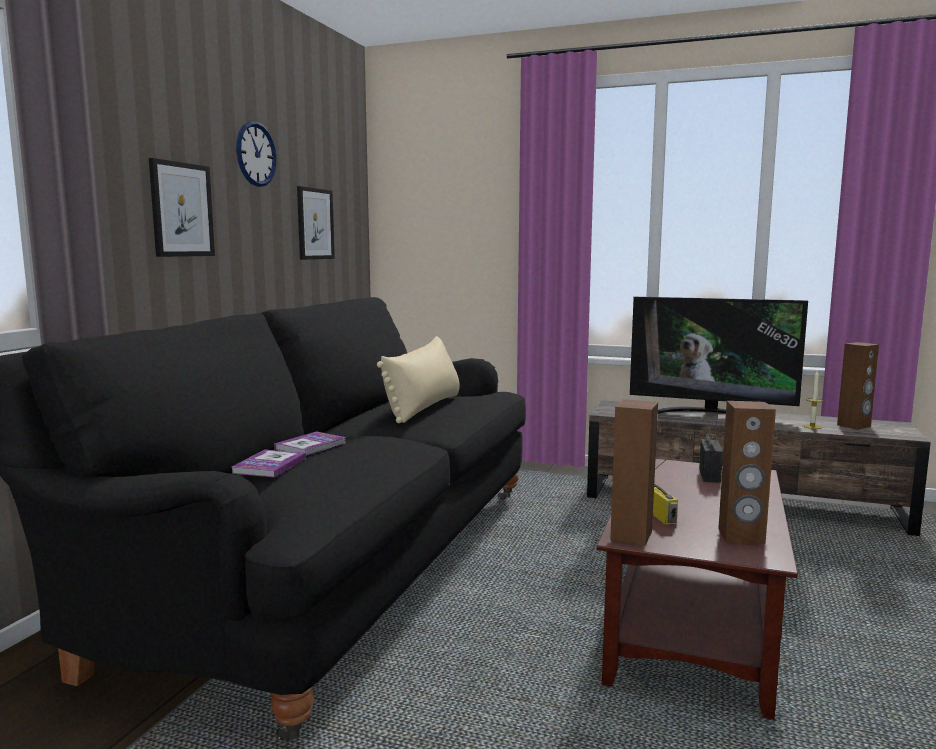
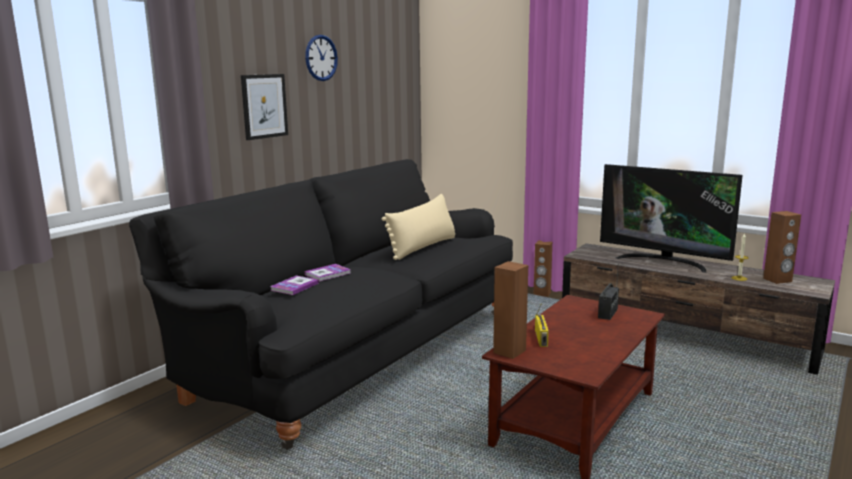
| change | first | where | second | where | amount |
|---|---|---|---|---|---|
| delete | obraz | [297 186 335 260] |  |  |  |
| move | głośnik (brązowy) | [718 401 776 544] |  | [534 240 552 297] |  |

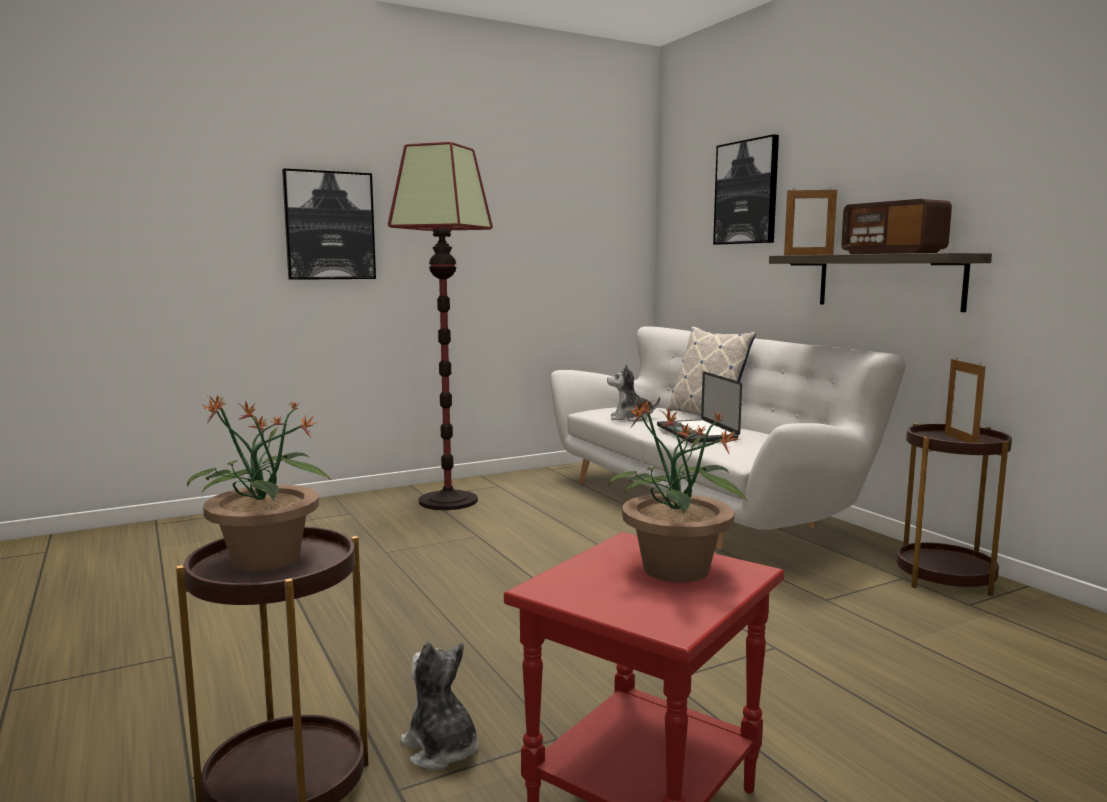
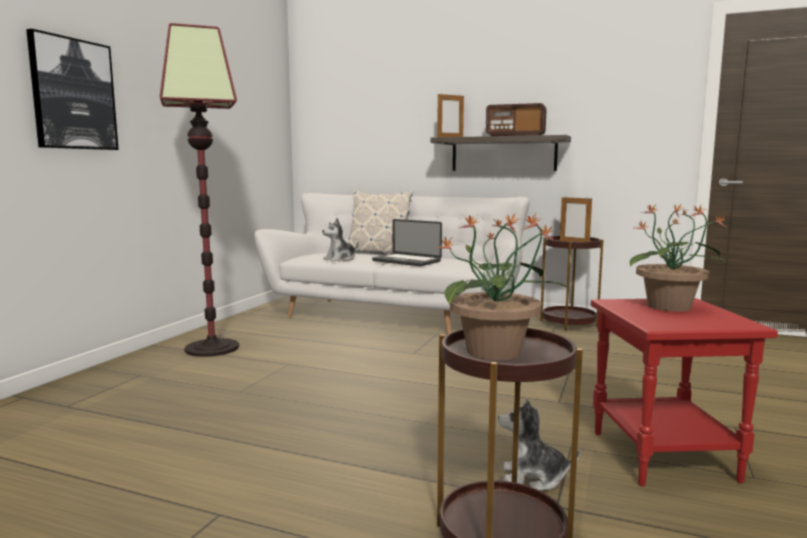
| change | first | where | second | where | amount |
|---|---|---|---|---|---|
| delete | obraz | [713 134 779 245] |  |  |  |

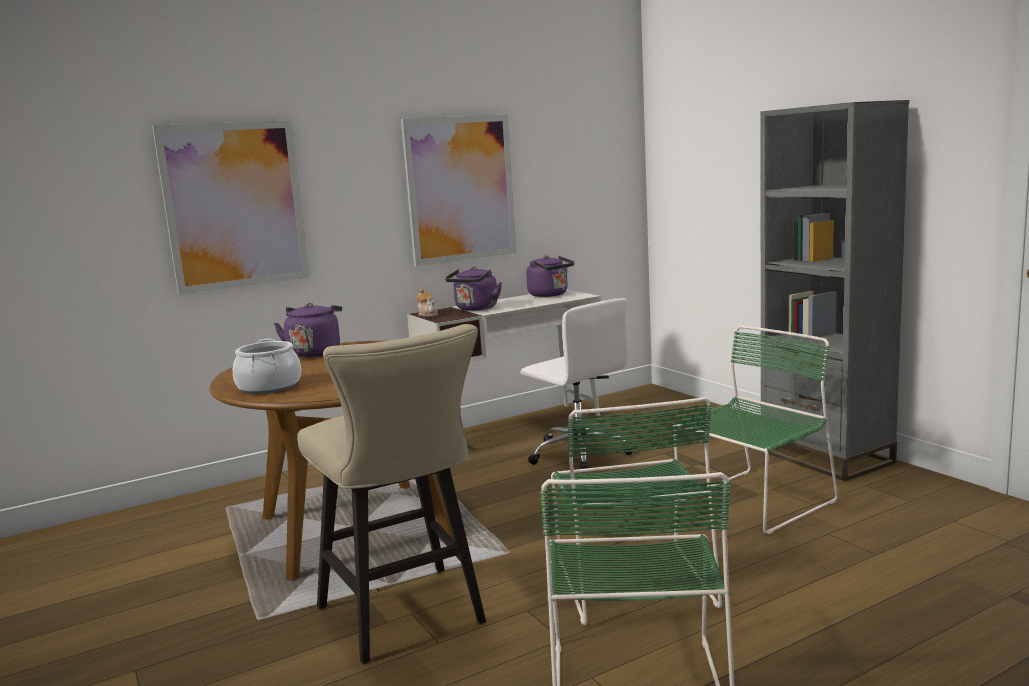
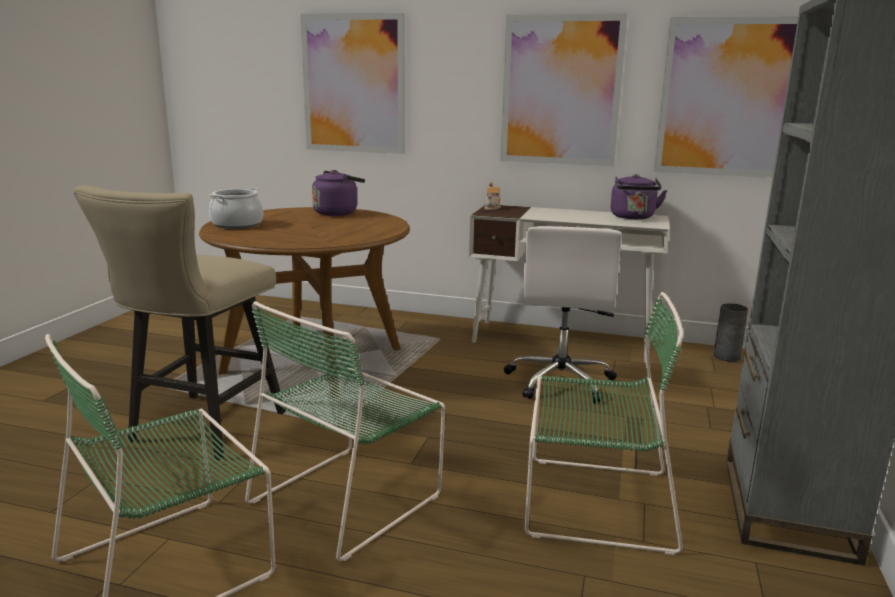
| change | first | where | second | where | amount |
|---|---|---|---|---|---|
| delete | czajnik (fioletowy) | [445 267 502 311] |  |  |  |
| insert |  |  | obraz | [654 16 798 178] |  |
| insert |  |  | wazon (szary) | [714 304 748 362] |  |

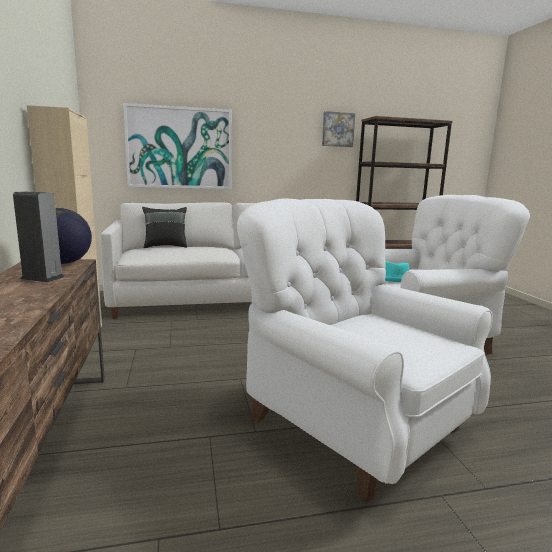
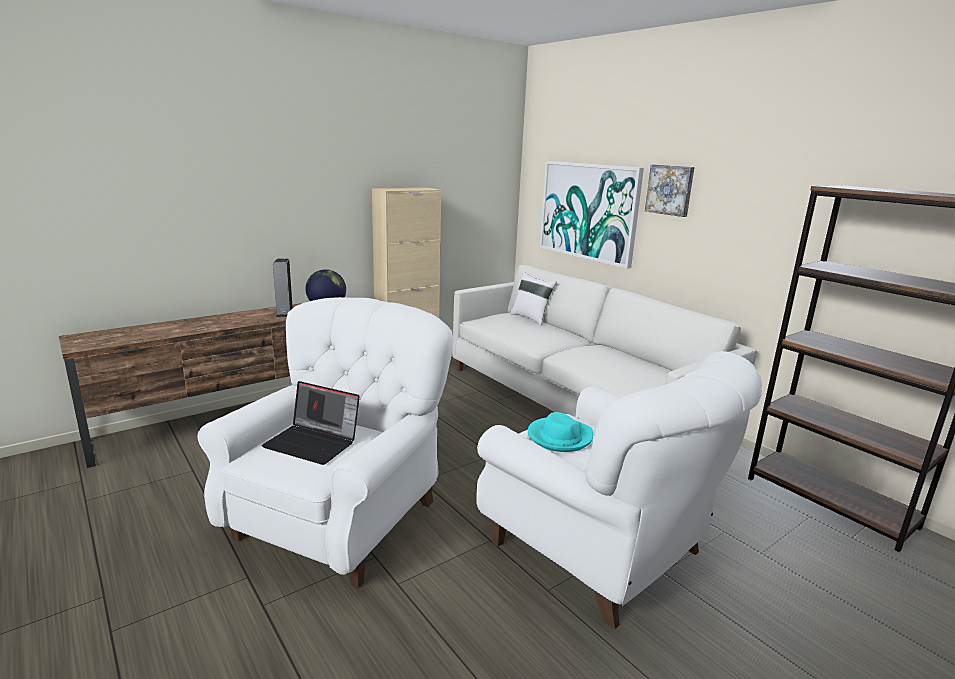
| change | first | where | second | where | amount |
|---|---|---|---|---|---|
| recolor | poduszka (czarny) | [142 207 187 248] | poduszka (biały) | [510 272 557 325] |  |
| move | obraz | [322 111 355 147] |  | [645 164 694 217] |  |
| insert |  |  | laptop | [262 381 360 465] |  |

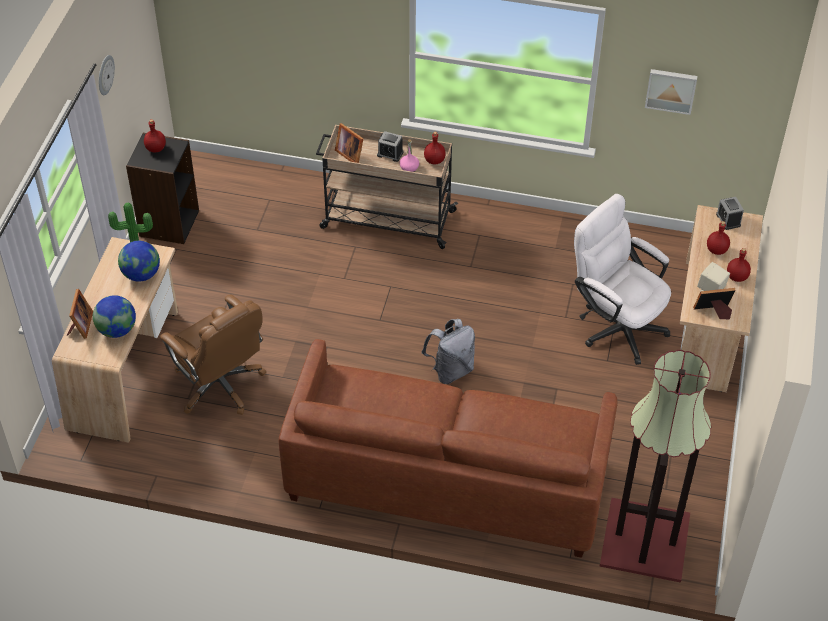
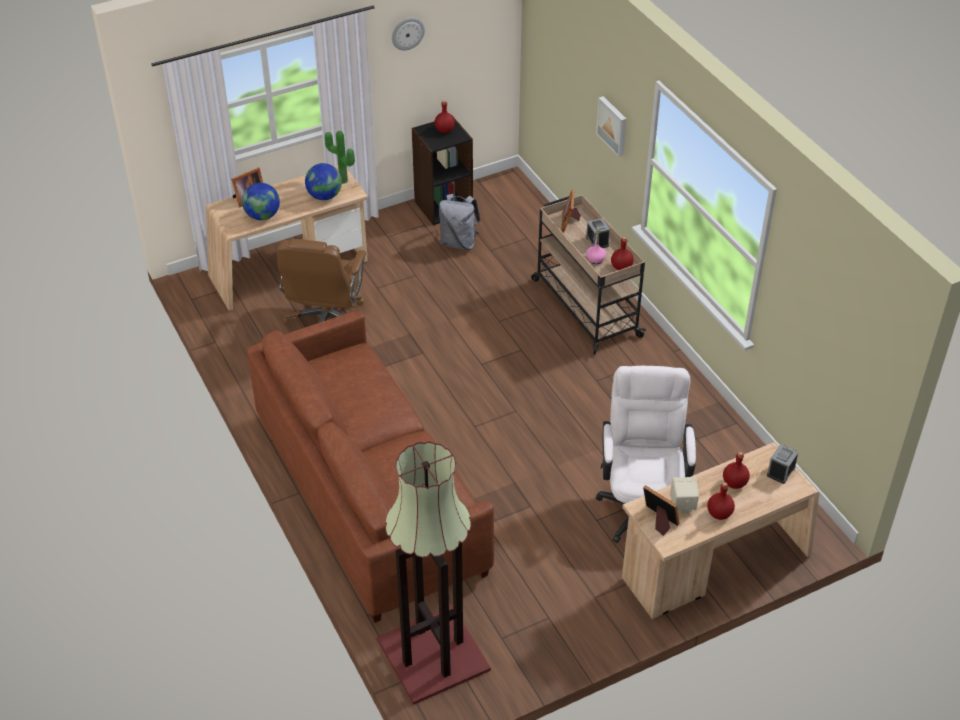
| change | first | where | second | where | amount |
|---|---|---|---|---|---|
| move | plecak (szary) | [422 319 475 384] |  | [439 194 481 250] |  |
| move | obraz | [645 69 698 115] |  | [596 96 627 157] |  |

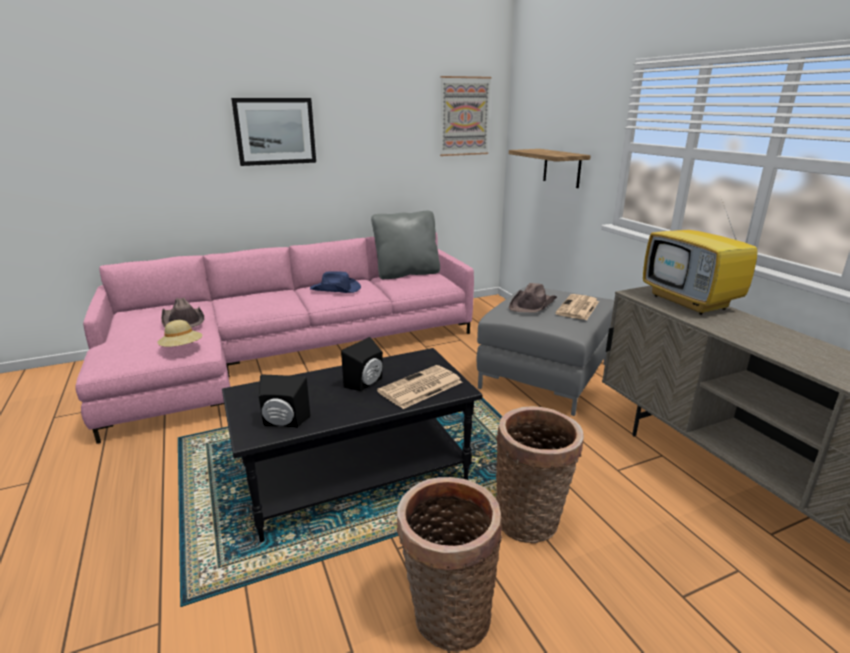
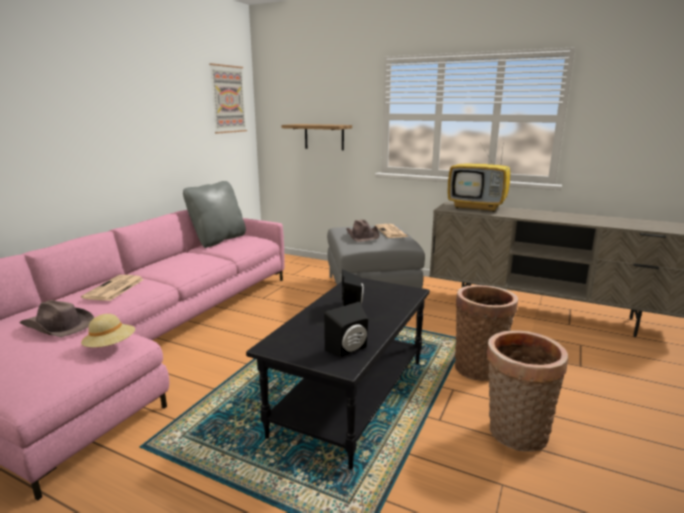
| change | first | where | second | where | amount |
|---|---|---|---|---|---|
| delete | obraz | [231 98 316 166] |  |  |  |
| delete | kapelusz (niebieski) | [310 271 361 293] |  |  |  |
| move | gazeta | [377 365 462 409] |  | [81 275 144 301] |  |

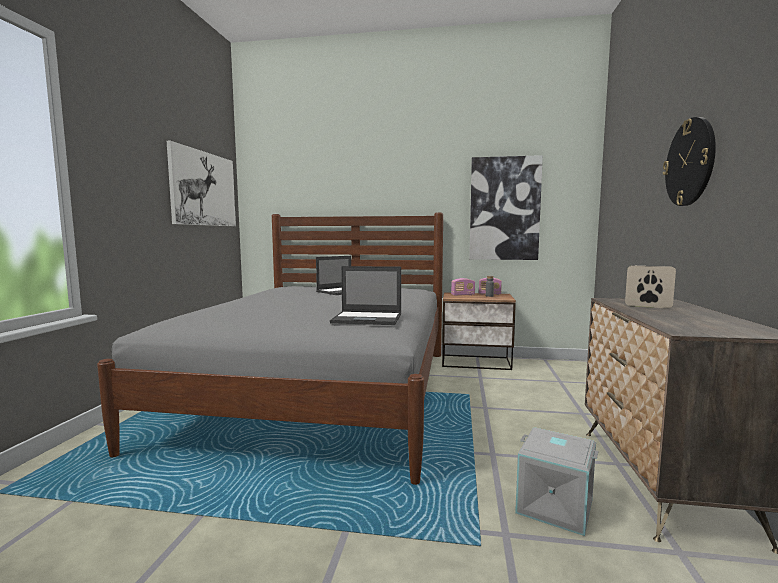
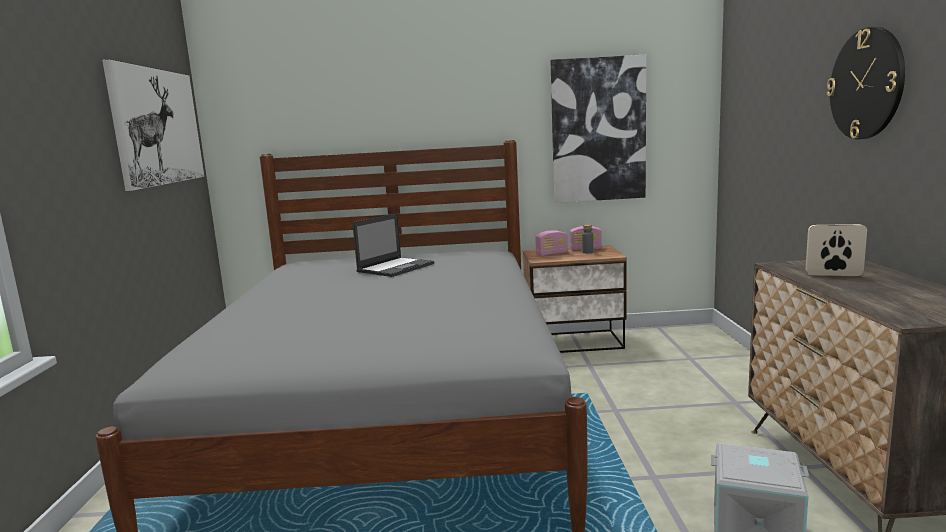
| change | first | where | second | where | amount |
|---|---|---|---|---|---|
| delete | laptop | [330 266 401 325] |  |  |  |

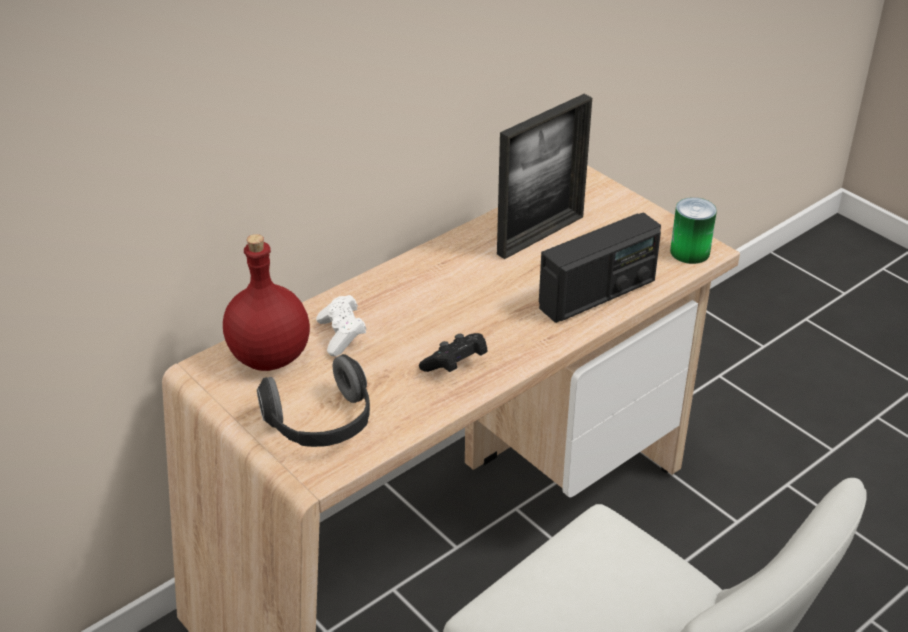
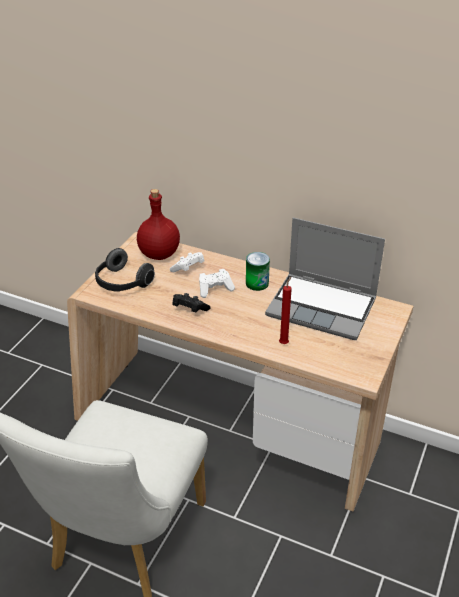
| change | first | where | second | where | amount |
|---|---|---|---|---|---|
| replace | ramka na zdjęcie | [497 94 592 259] | laptop | [265 218 385 340] |  |
| replace | radio | [539 213 661 323] | świeca (czerwony) | [279 277 292 344] |  |
| move | puszka | [670 197 717 264] |  | [246 252 270 291] |  |
| insert |  |  | pad do gier (biały) | [199 269 235 298] |  |

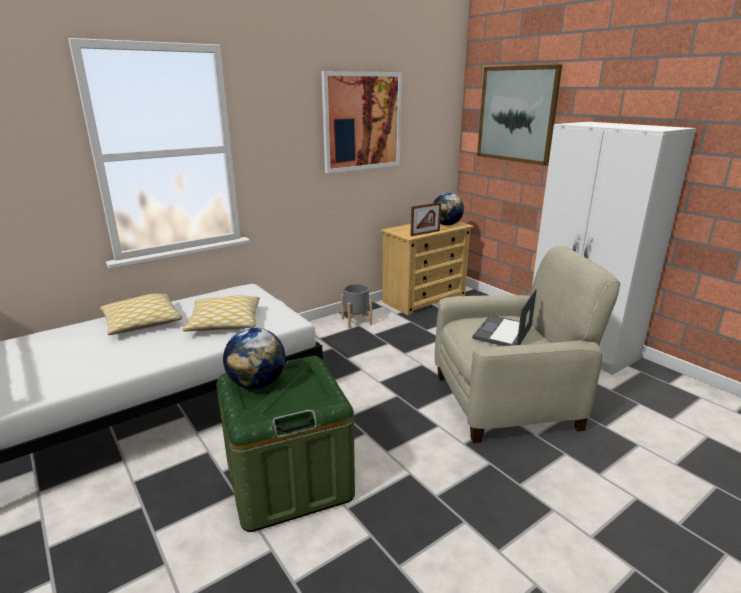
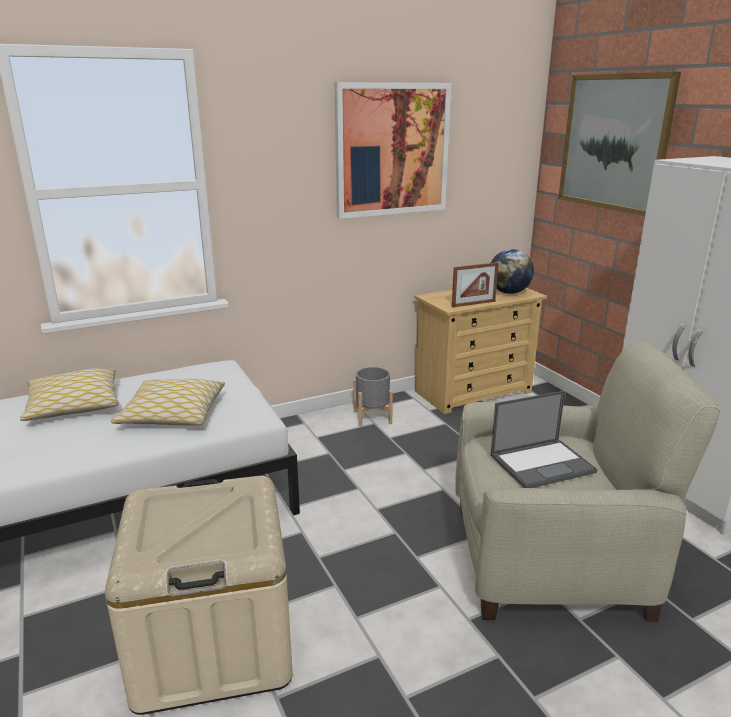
| change | first | where | second | where | amount |
|---|---|---|---|---|---|
| recolor | pojemnik do przechowywania (zielony) | [216 356 355 532] | pojemnik do przechowywania (beżowy) | [105 476 293 715] |  |
| delete | globus | [223 328 286 389] |  |  |  |
| rotate | laptop | [472 289 537 346] |  | [491 391 598 488] | 150 degrees counterclockwise |

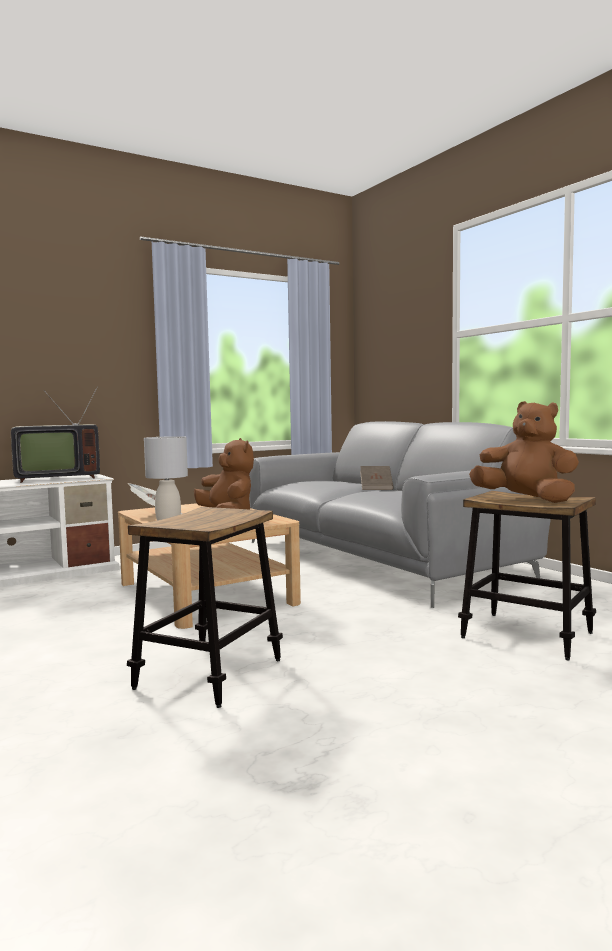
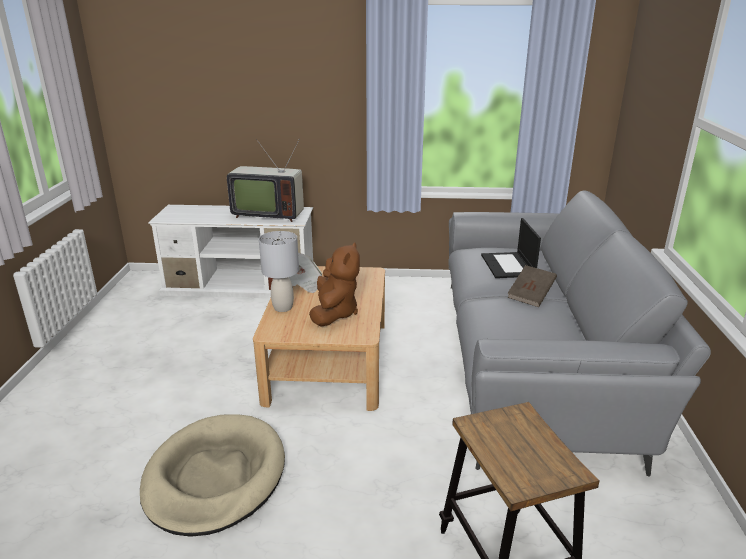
| change | first | where | second | where | amount |
|---|---|---|---|---|---|
| replace | stołek | [127 507 283 708] | legowisko (beżowy) | [140 414 285 537] |  |
| delete | pluszak (brązowy) | [469 401 579 503] |  |  |  |
| insert |  |  | laptop | [481 218 541 278] |  |

